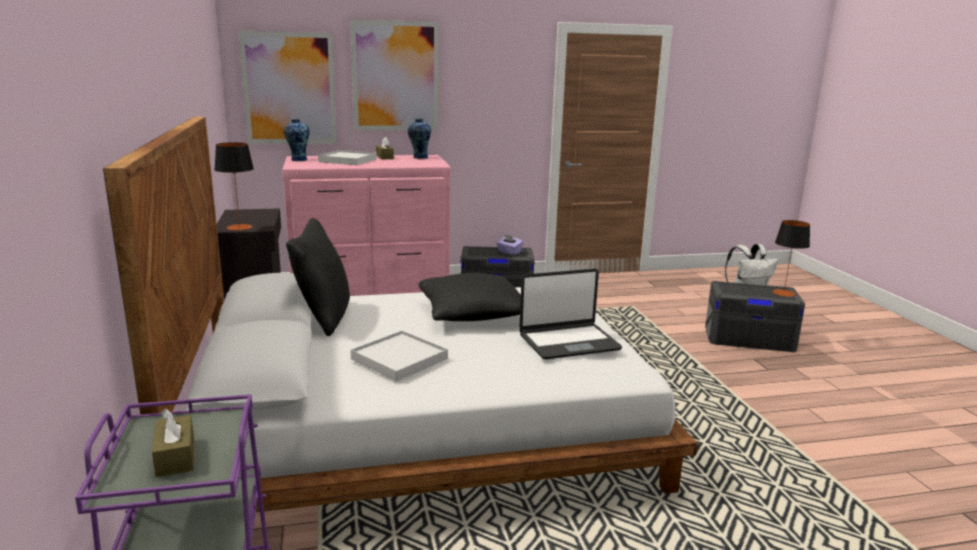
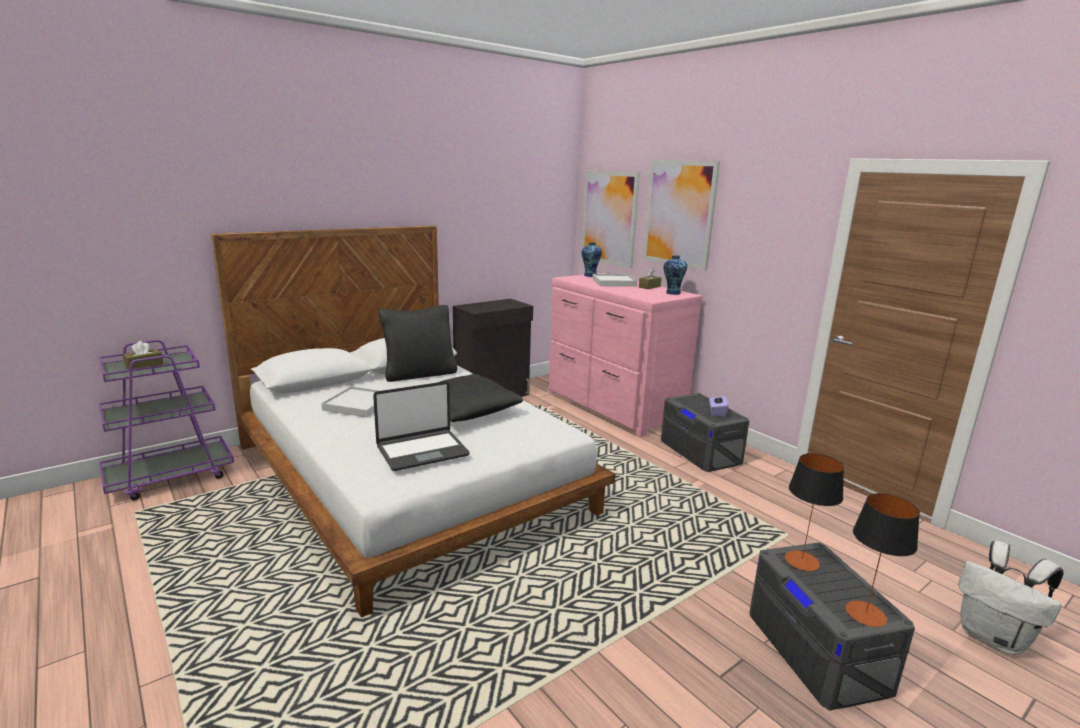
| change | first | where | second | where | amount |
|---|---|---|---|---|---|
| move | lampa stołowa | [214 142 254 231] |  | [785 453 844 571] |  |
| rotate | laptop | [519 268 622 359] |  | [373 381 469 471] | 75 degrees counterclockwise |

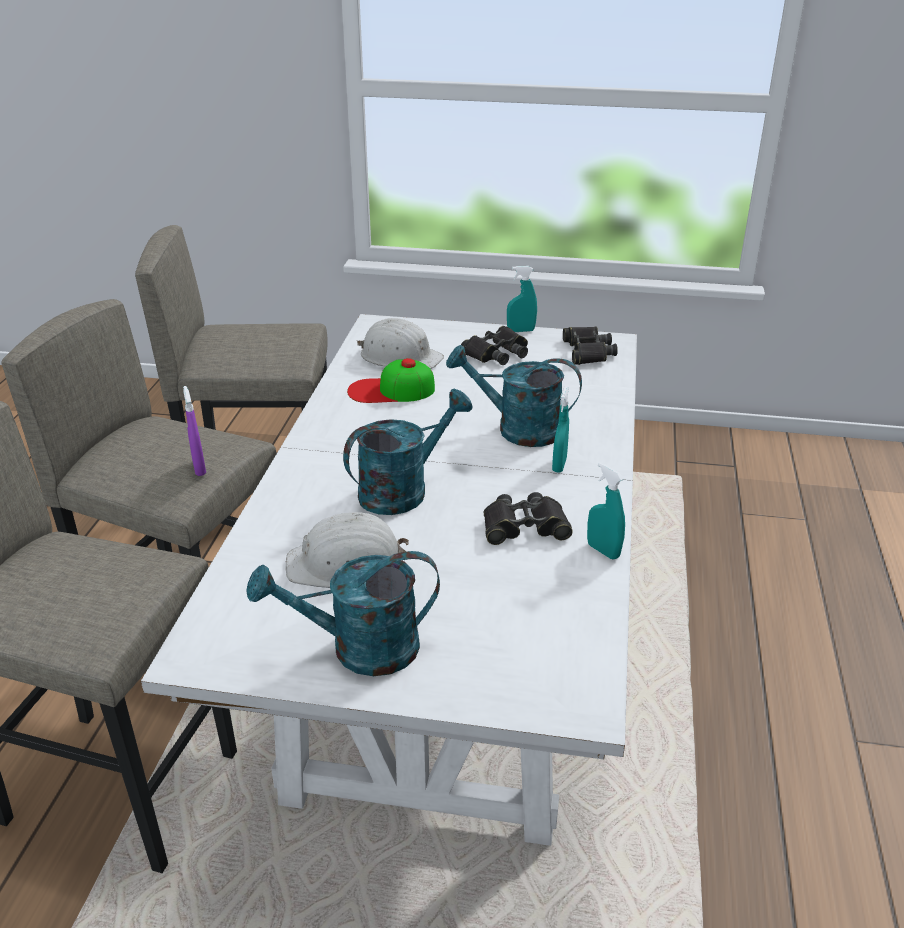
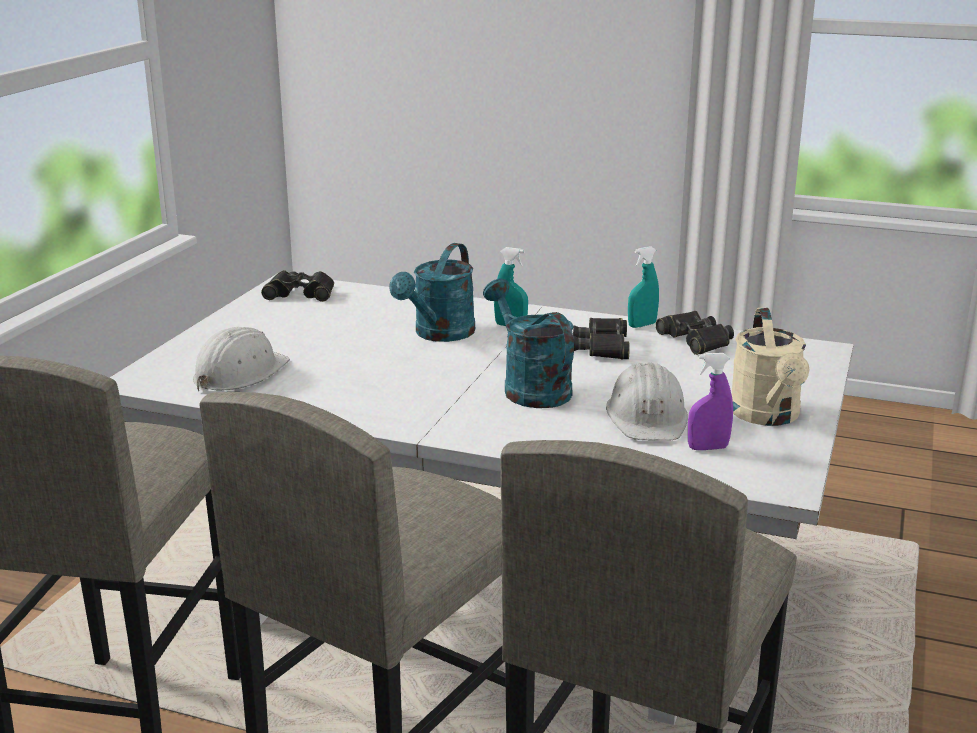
| change | first | where | second | where | amount |
|---|---|---|---|---|---|
| move | spryskiwacz (fioletowy) | [183 386 206 476] |  | [688 353 733 450] |  |
| recolor | konewka (turkusowy) | [246 551 440 676] | konewka (beżowy) | [731 308 810 426] |  |
| delete | czapka z daszkiem | [347 358 435 403] |  |  |  |
| move | lornetka (czarny) | [461 326 528 365] |  | [656 311 734 355] |  |
| delete | spryskiwacz (turkusowy) | [507 266 537 332] |  |  |  |

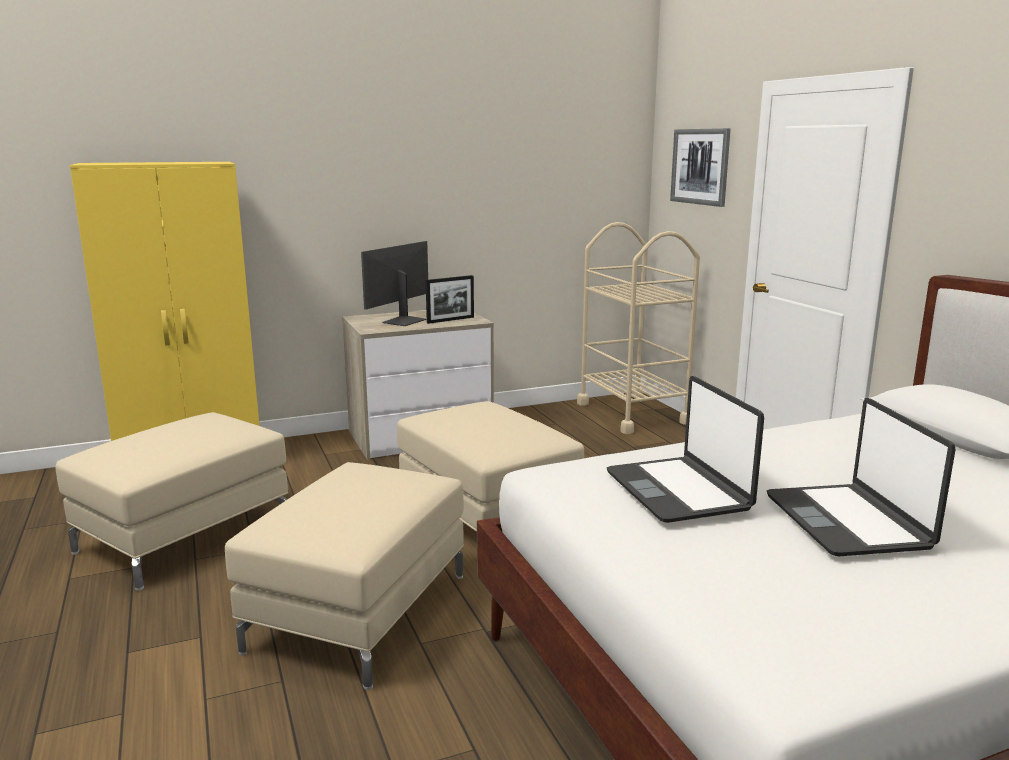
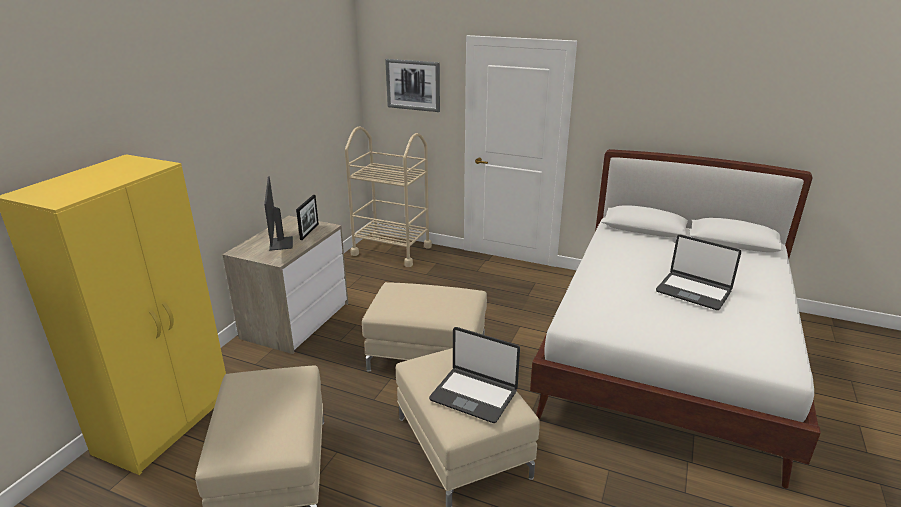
| change | first | where | second | where | amount |
|---|---|---|---|---|---|
| move | laptop | [607 376 764 523] |  | [429 327 520 423] |  |

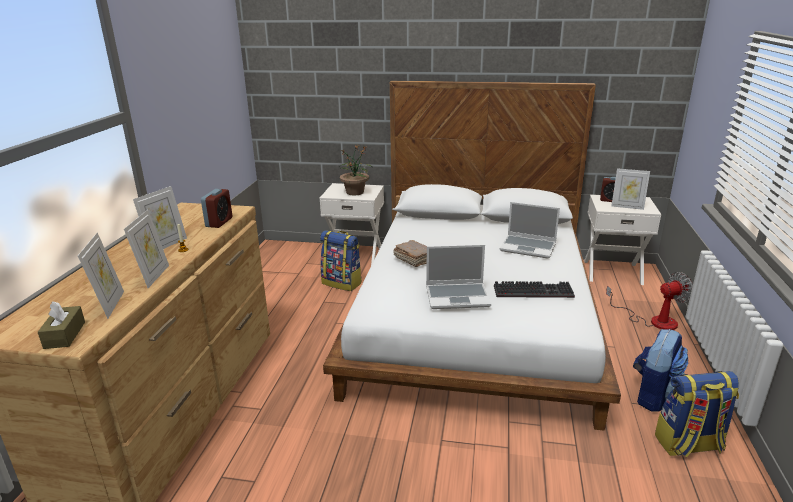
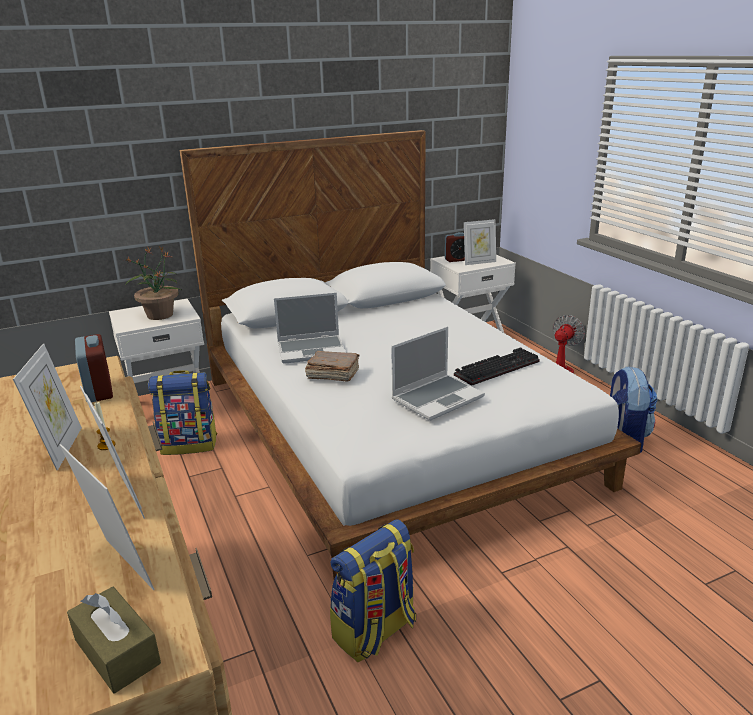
| change | first | where | second | where | amount |
|---|---|---|---|---|---|
| move | laptop | [500 202 560 259] |  | [274 292 346 364] |  |
| move | plecak | [655 371 739 457] |  | [330 519 416 662] |  |

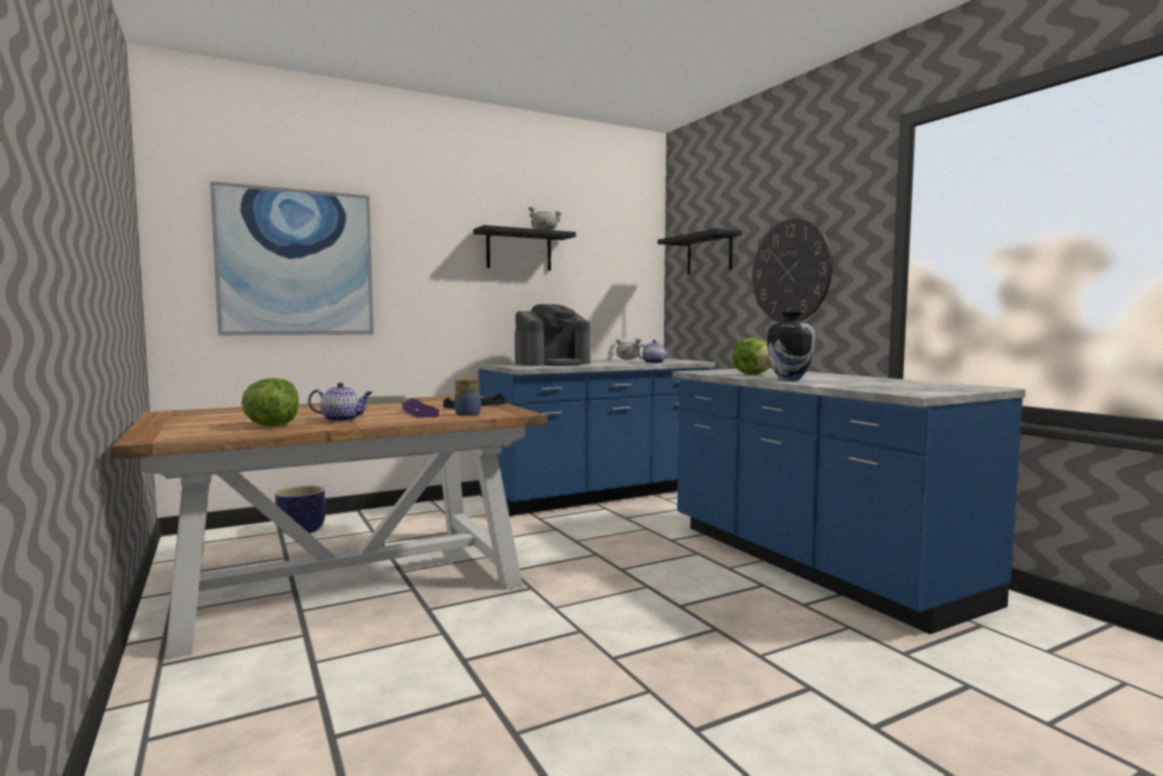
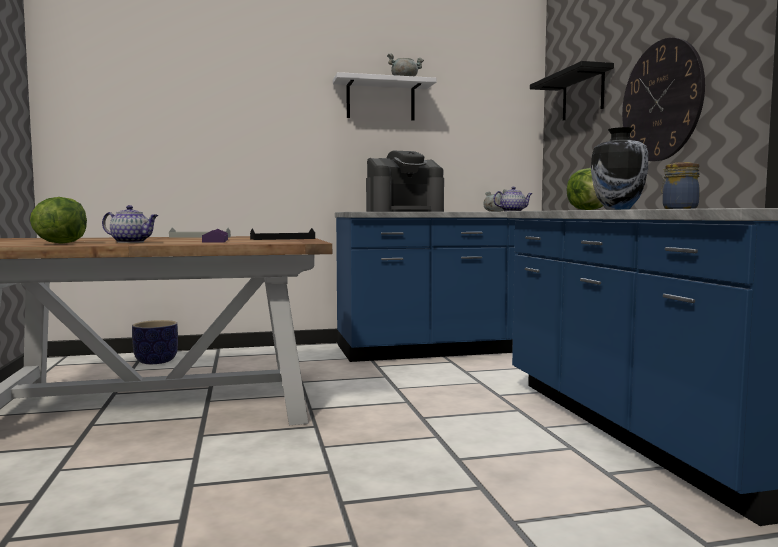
| change | first | where | second | where | amount |
|---|---|---|---|---|---|
| delete | obraz | [210 181 374 335] |  |  |  |
| move | słoik | [454 378 481 416] |  | [661 162 700 209] |  |
| recolor | półka (czarny) | [473 225 576 271] | półka (biały) | [333 72 436 120] |  |

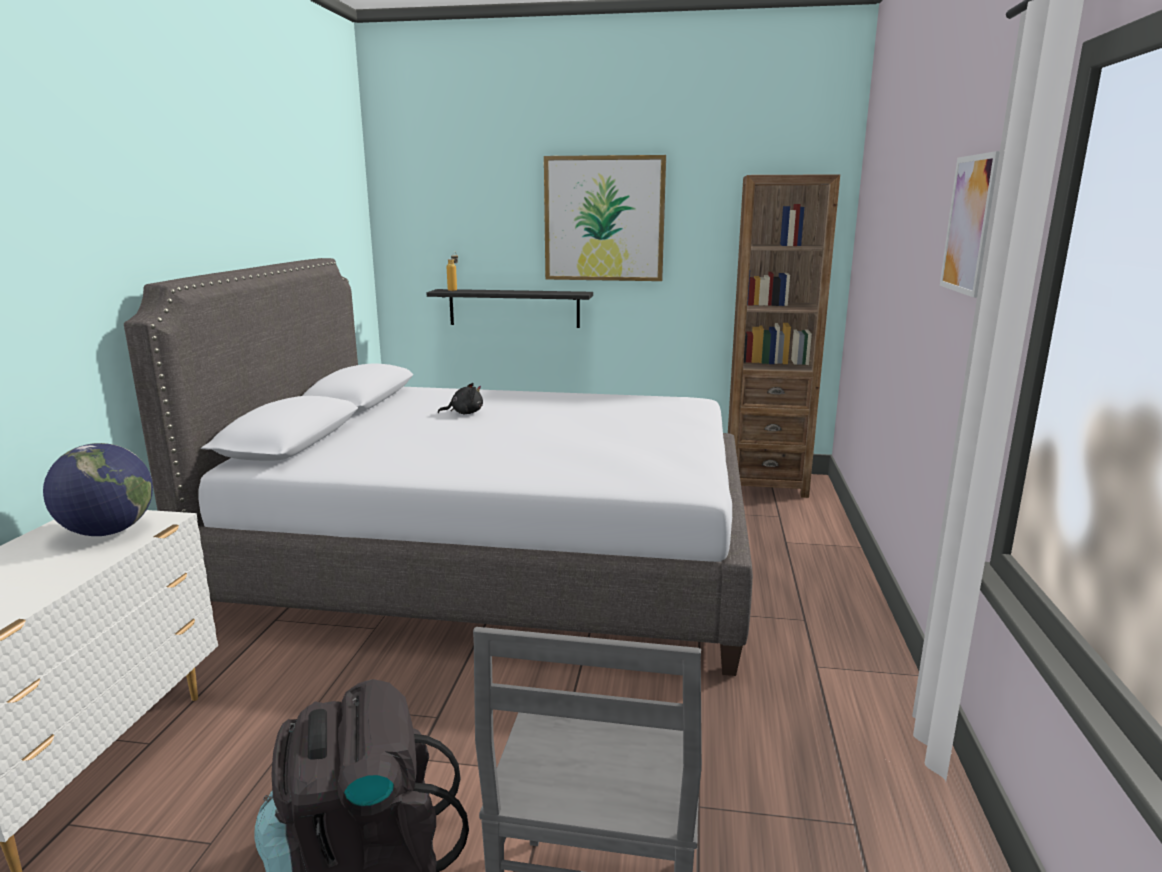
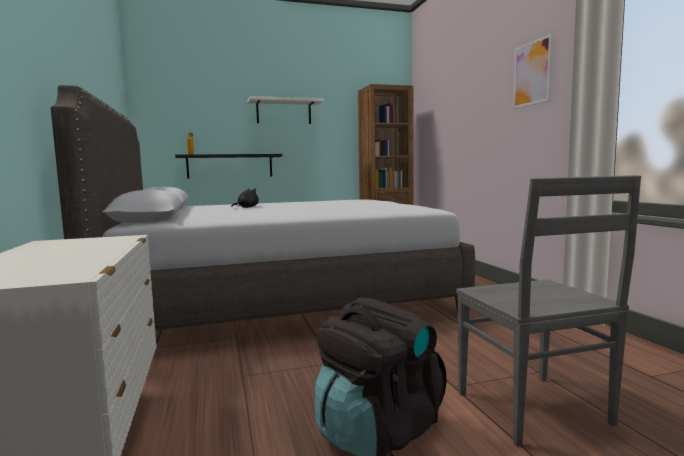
| change | first | where | second | where | amount |
|---|---|---|---|---|---|
| delete | globus | [43 443 153 536] |  |  |  |
| replace | obraz | [544 155 666 281] | półka (biały) | [248 96 324 124] |  |

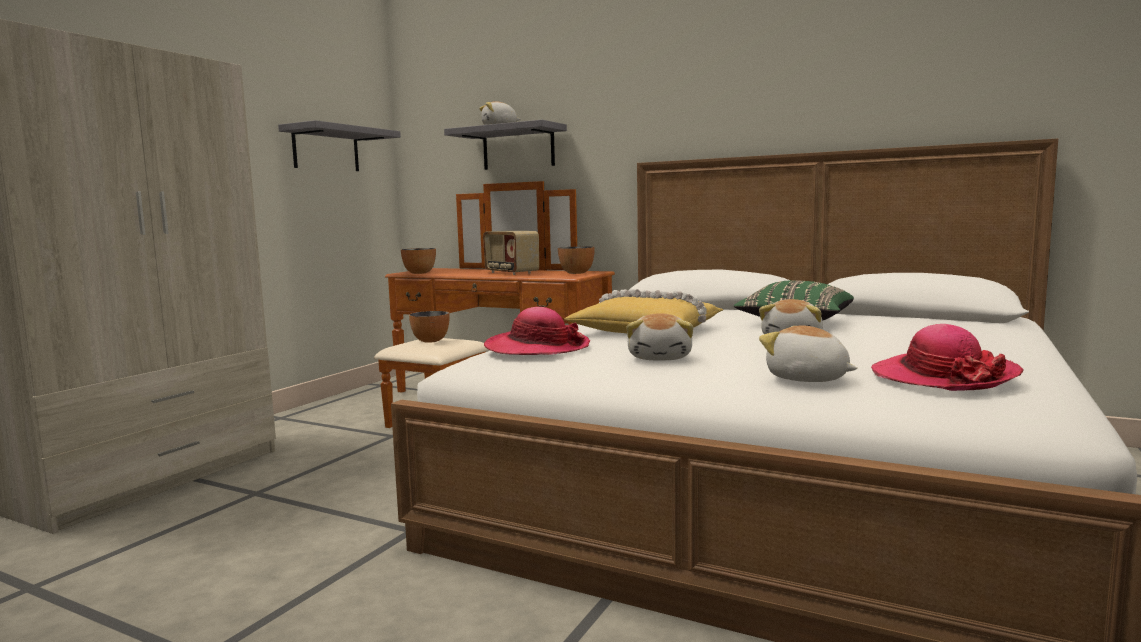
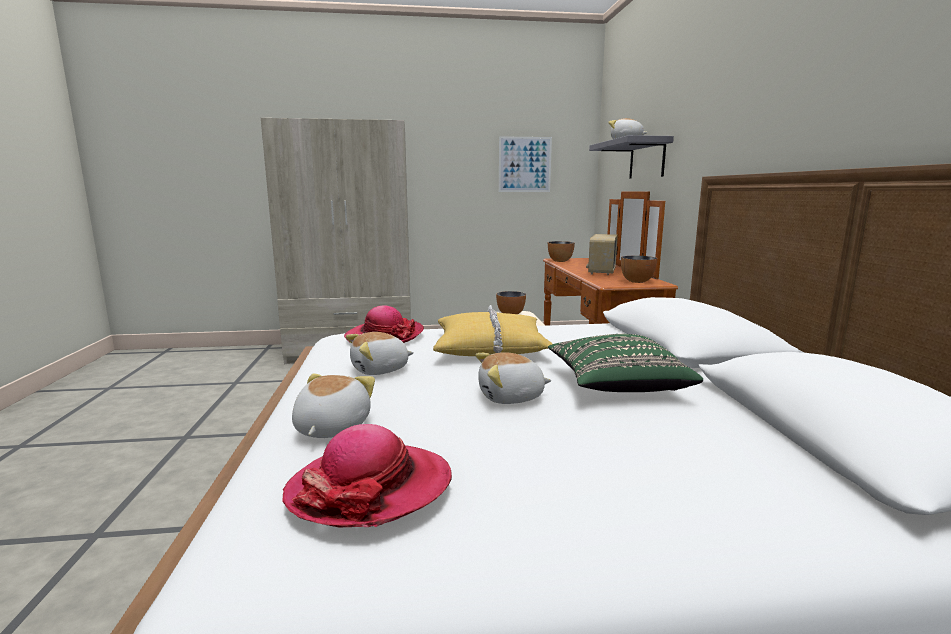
| change | first | where | second | where | amount |
|---|---|---|---|---|---|
| replace | półka (szary) | [278 120 401 171] | obraz | [499 136 552 192] |  |

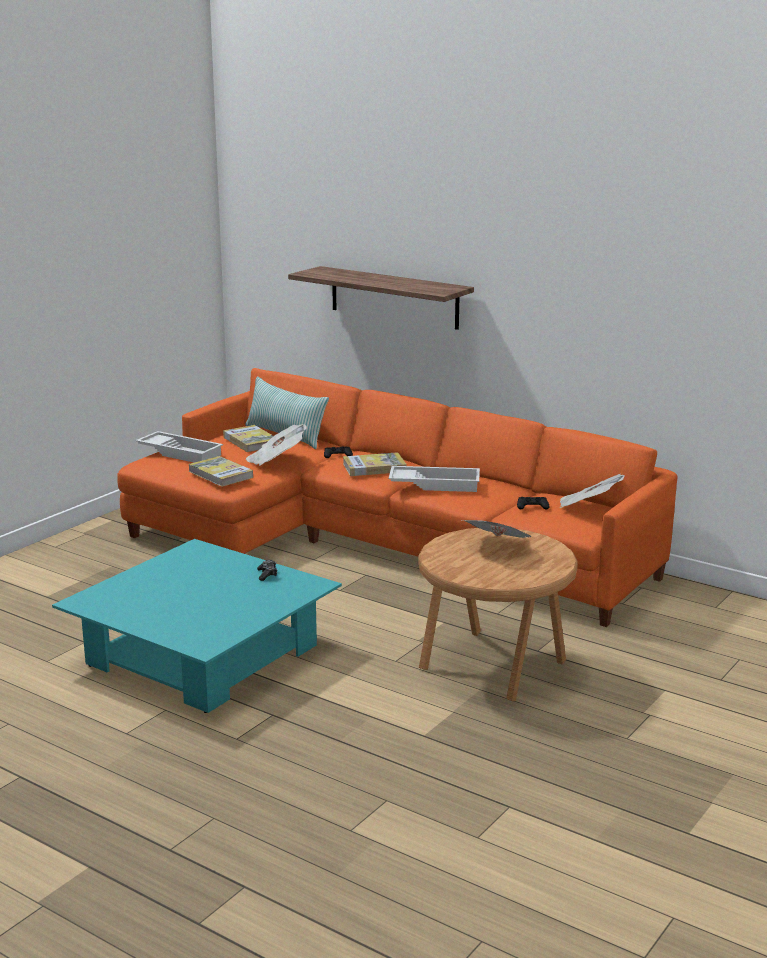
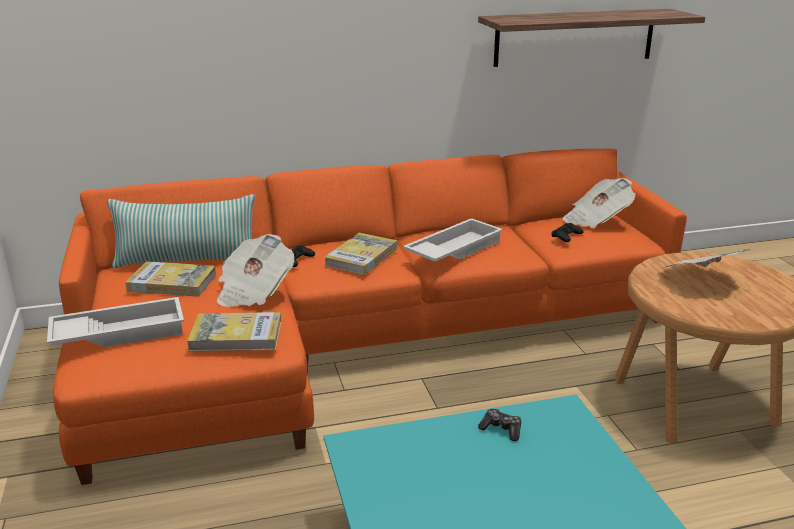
| change | first | where | second | where | amount |
|---|---|---|---|---|---|
| move | półka | [288 266 474 330] |  | [478 9 705 67] |  |

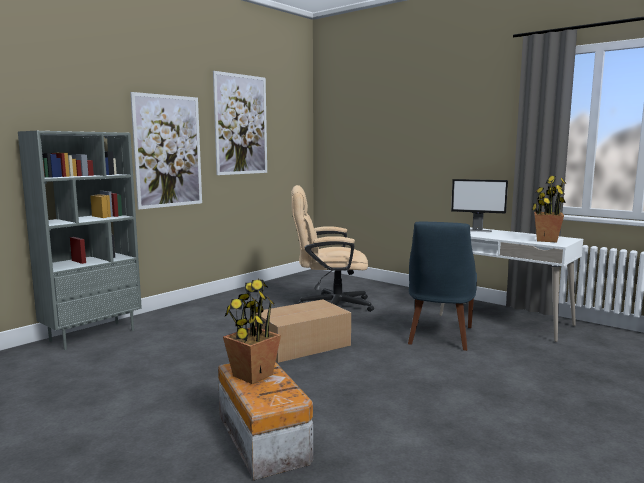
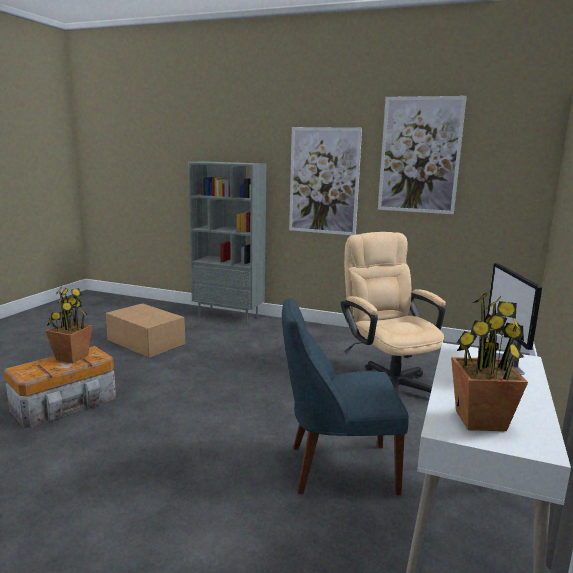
| change | first | where | second | where | amount |
|---|---|---|---|---|---|
| move | karton | [255 300 351 363] |  | [105 303 186 358] |  |

